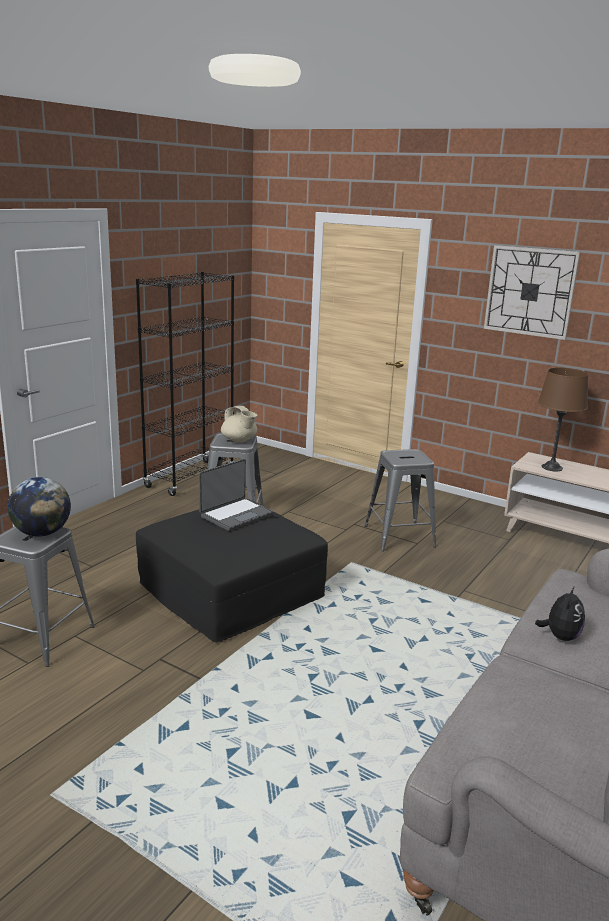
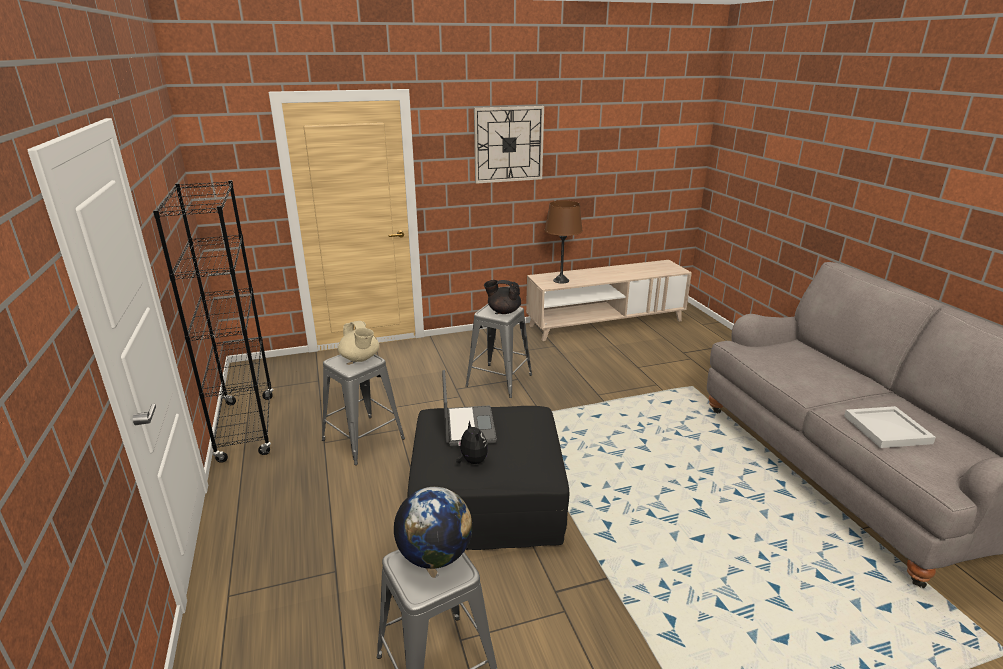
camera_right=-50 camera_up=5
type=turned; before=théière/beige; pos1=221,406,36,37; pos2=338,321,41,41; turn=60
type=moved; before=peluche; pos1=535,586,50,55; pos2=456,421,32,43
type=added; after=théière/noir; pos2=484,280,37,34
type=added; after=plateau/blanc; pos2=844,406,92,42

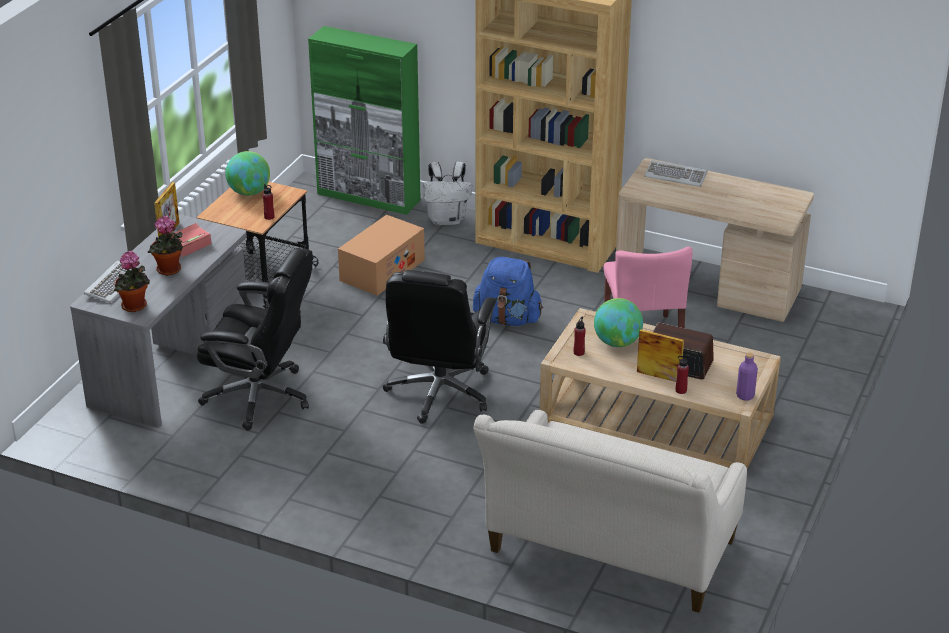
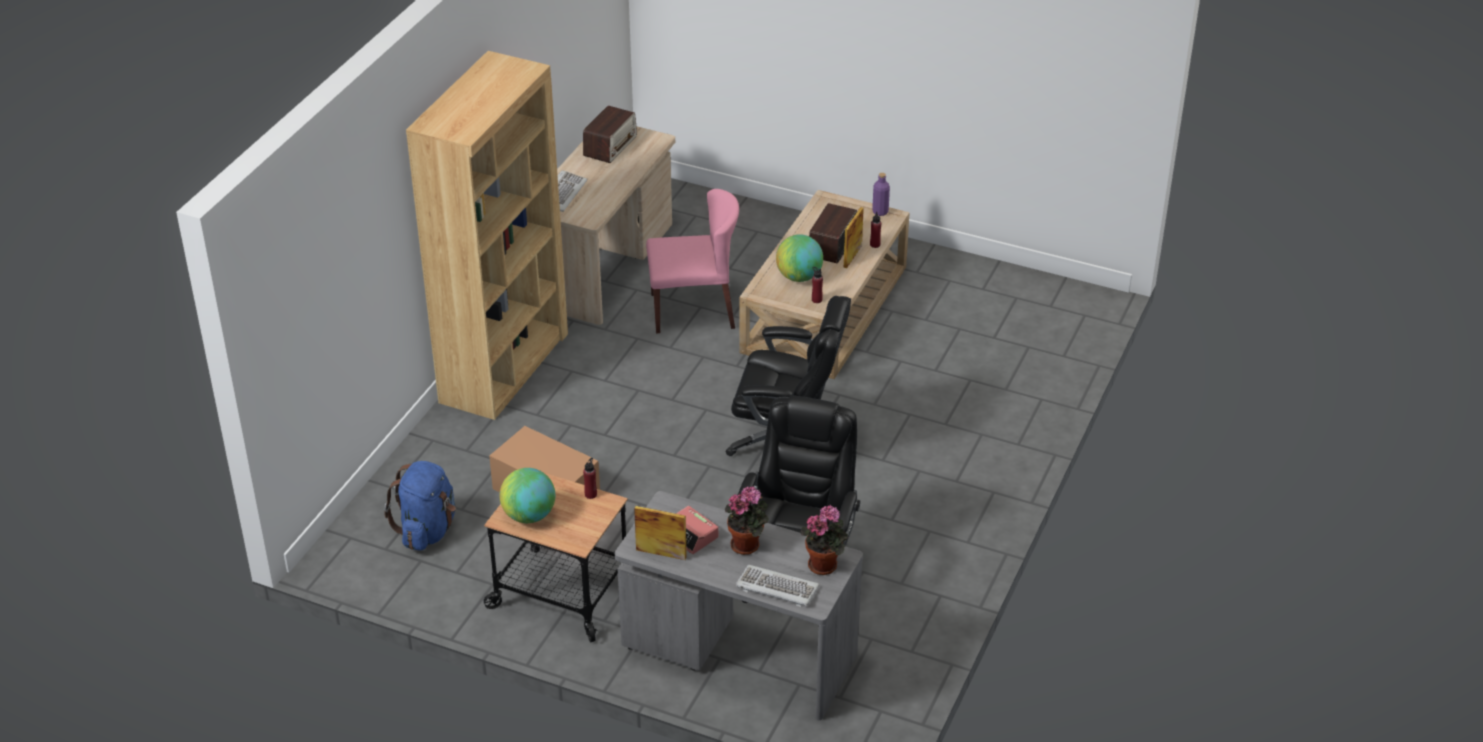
camera_right=-90 camera_up=5
type=moved; before=sac à dos/bleu; pos1=473,257,70,69; pos2=384,461,72,90
type=added; after=radio; pos2=583,106,54,57
type=removed; before=meuble de rangement/vert; pos1=308,26,113,189
type=removed; before=sac à dos/blanc; pos1=424,162,48,63
type=removed; before=canapé/beige; pos1=474,410,273,203

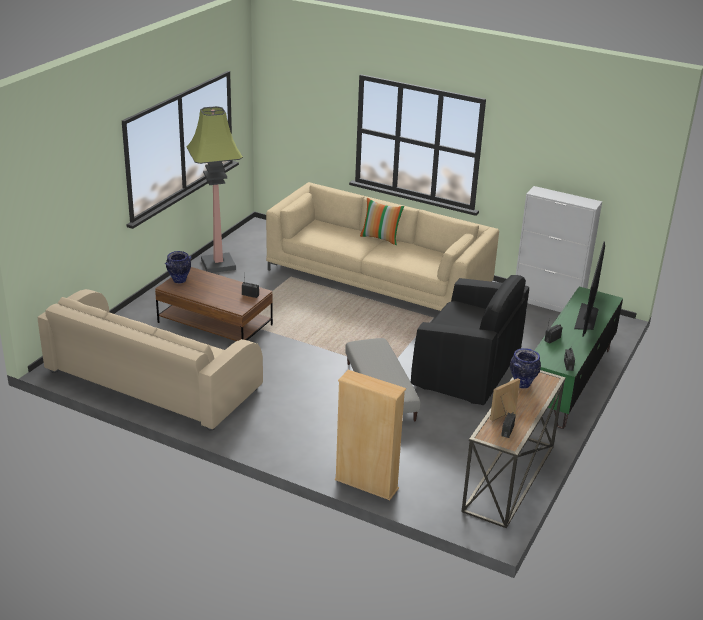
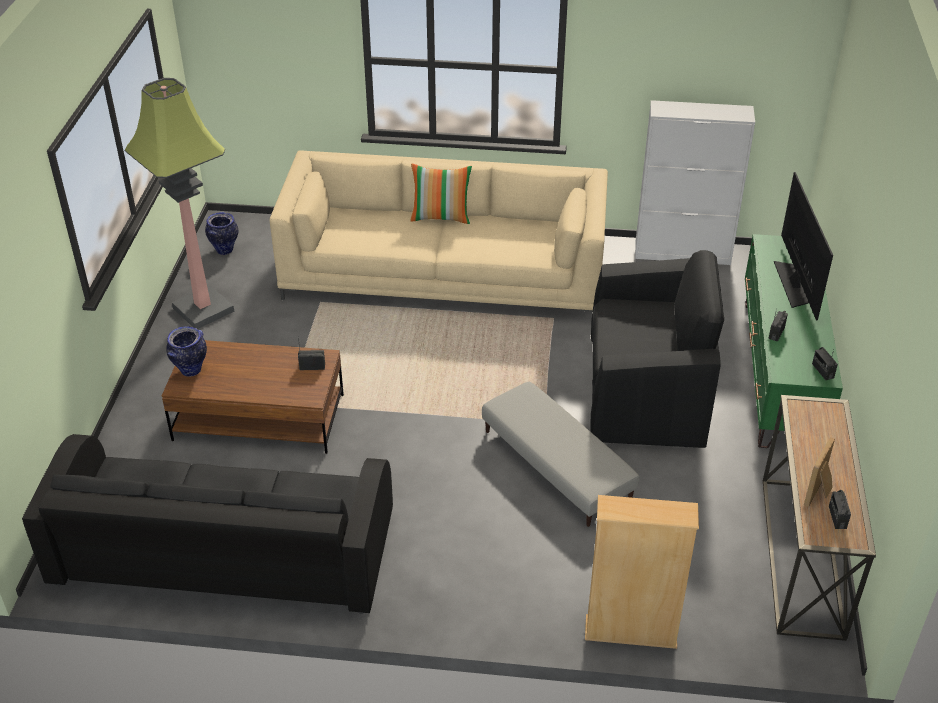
camera_right=-20 camera_up=10
type=recoloured; before=canapé/beige; after=canapé/noir; pos1=38,289,225,142; pos2=22,434,371,180
type=moved; before=vase; pos1=510,348,31,41; pos2=205,212,33,43

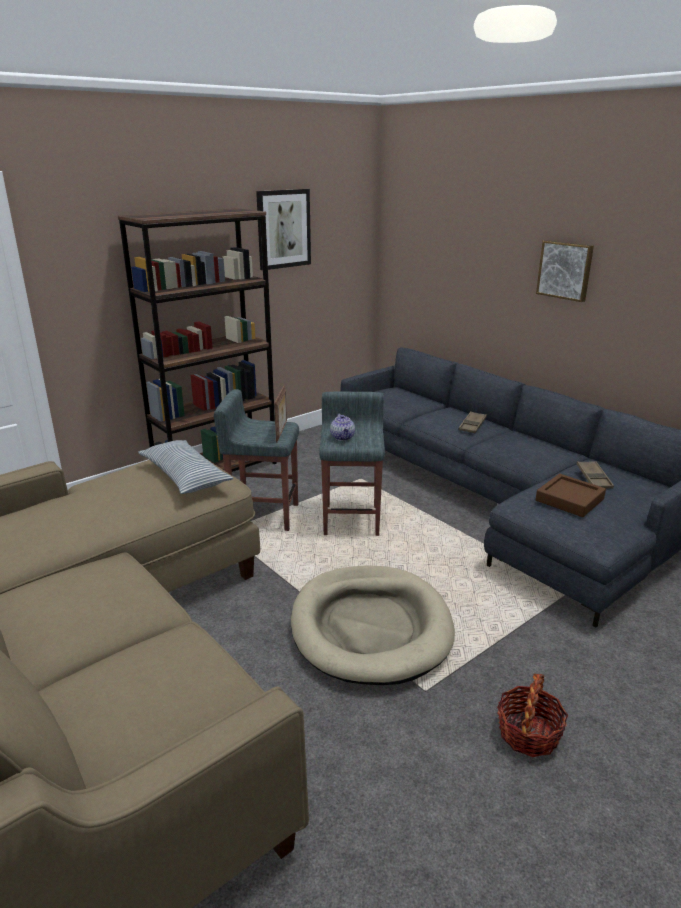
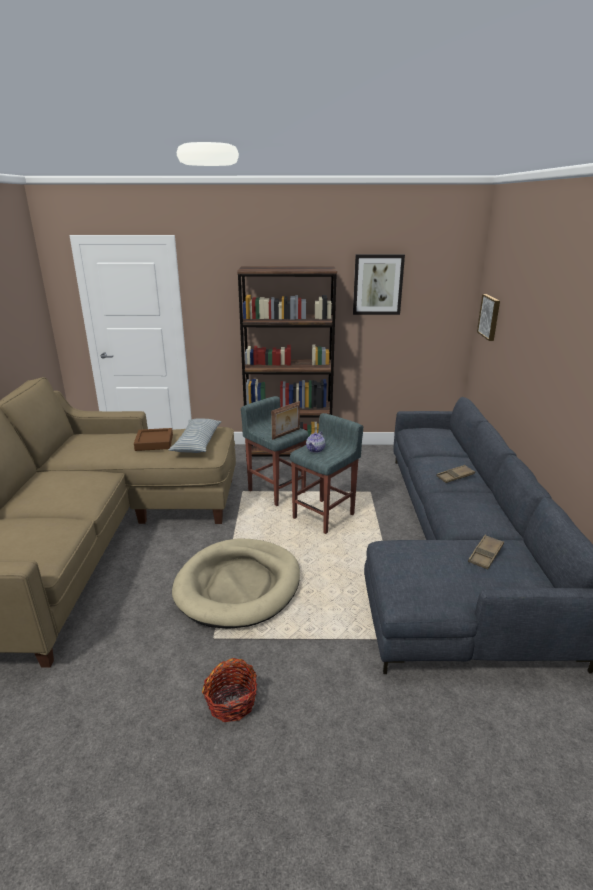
camera_right=40 camera_up=0
type=moved; before=plateau/marron; pos1=536,474,70,43; pos2=134,428,39,23
type=moved; before=tableau; pos1=536,240,58,62; pos2=477,294,23,47

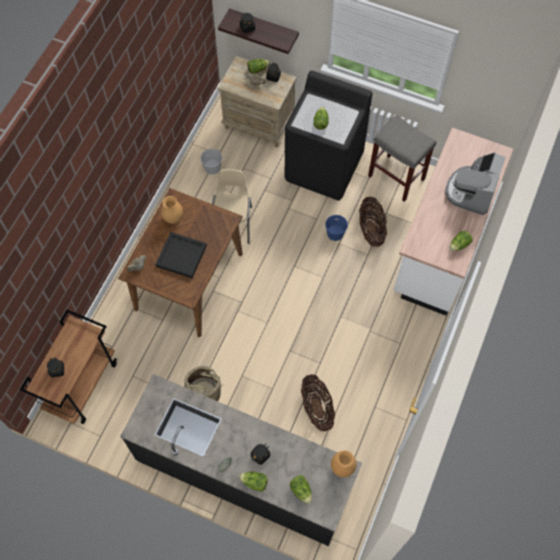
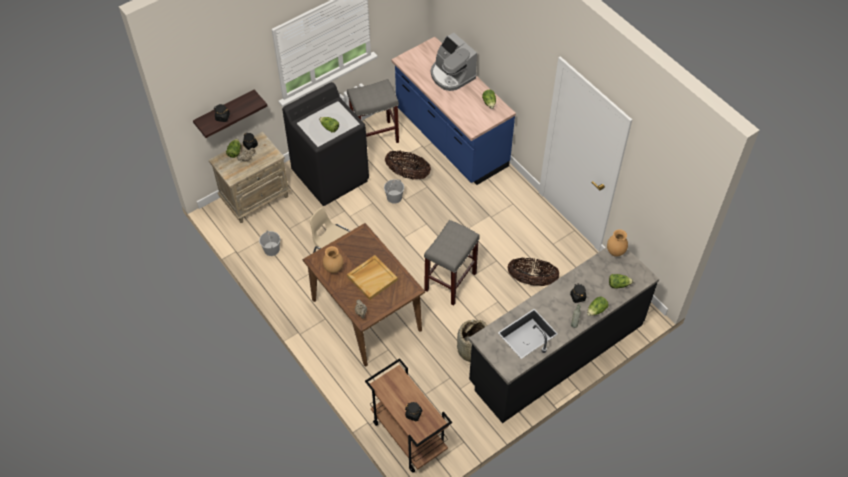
camera_right=-60 camera_up=-10
type=recoloured; before=plateau/noir; after=plateau/beige; pos1=155,232,52,46; pos2=347,255,51,45
type=recoloured; before=seau/bleu; after=seau/blanc; pos1=325,215,23,26; pos2=384,179,20,25
type=recoloured; before=comptoir de cuisine/blanc; after=comptoir de cuisine/bleu; pos1=394,128,119,188; pos2=392,37,124,148
type=added; after=tabouret/gris; pos2=424,220,56,86

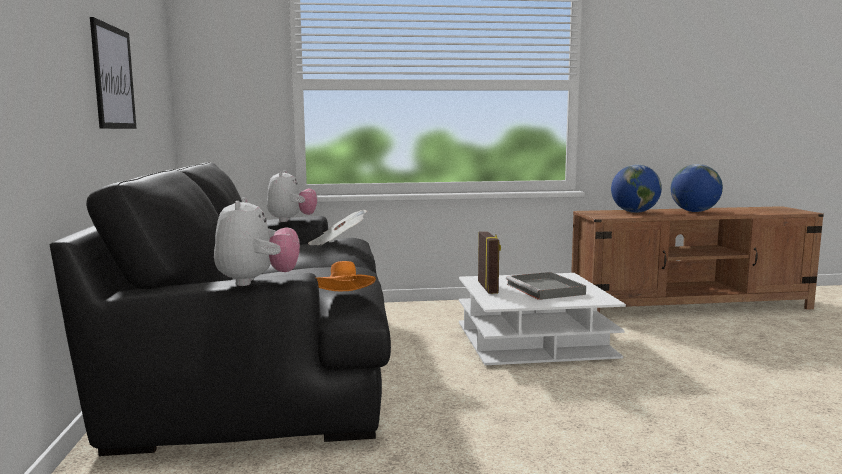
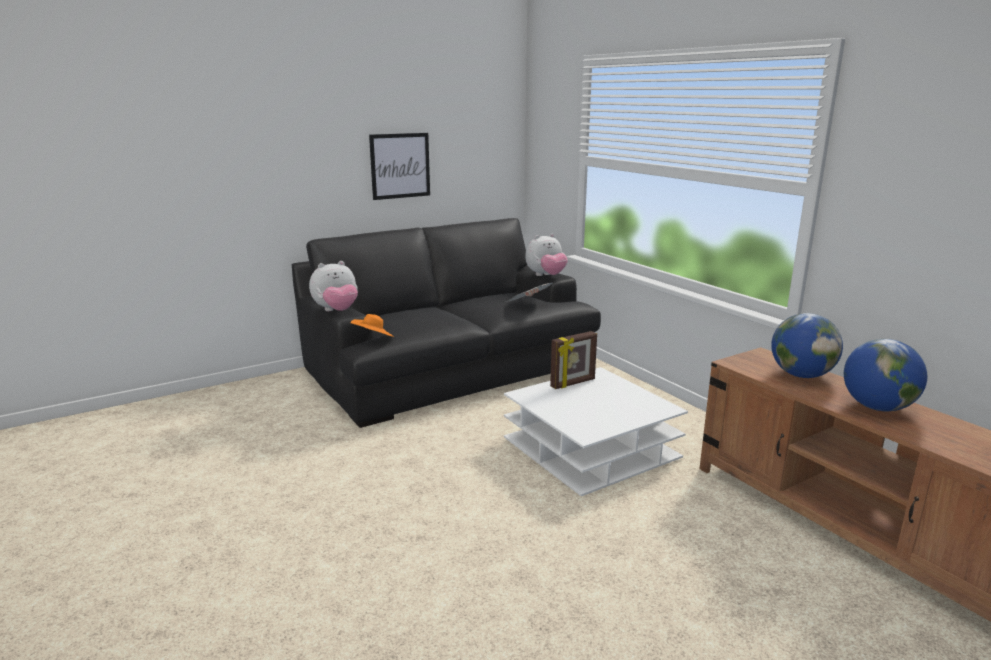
camera_right=65 camera_up=10
type=removed; before=plateau/gris; pos1=506,272,80,28

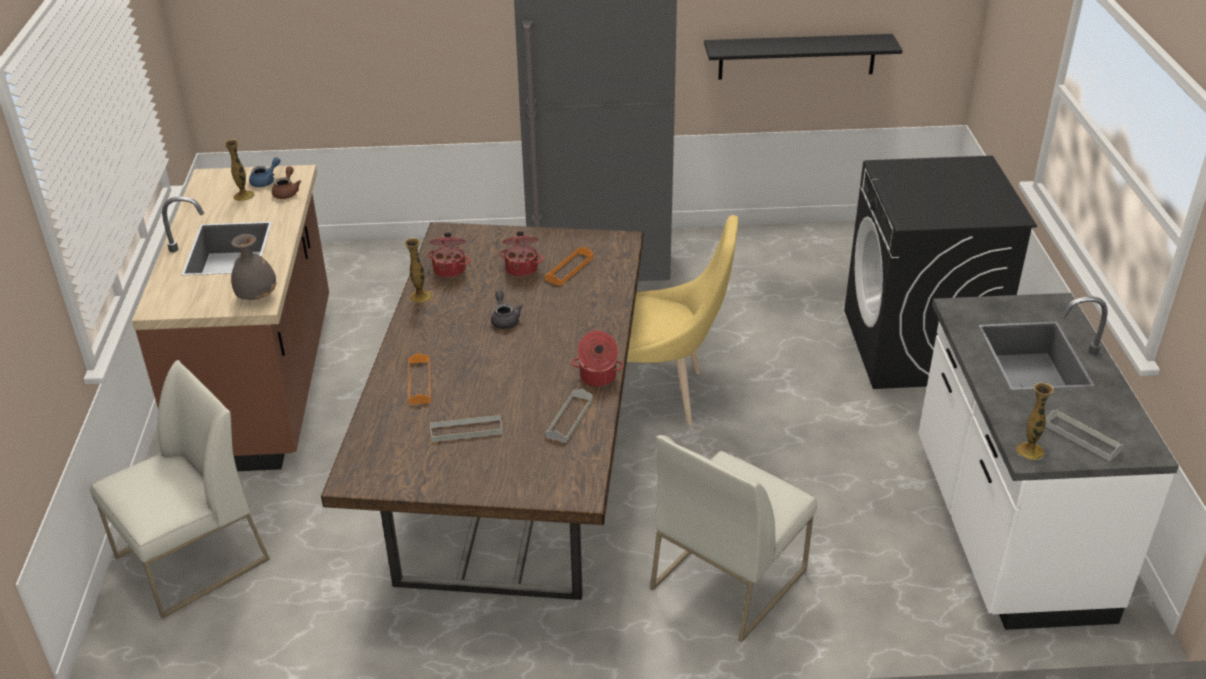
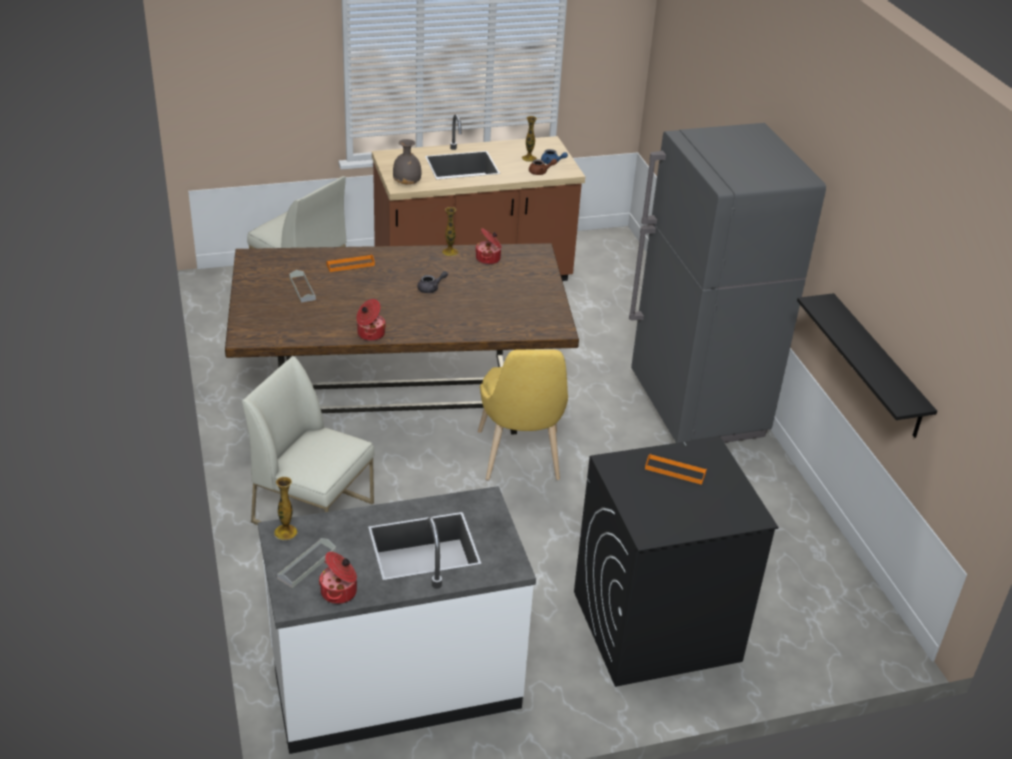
camera_right=75 camera_up=0
type=moved; before=marmite; pos1=499,231,44,46; pos2=318,552,39,52
type=moved; before=plateau/orange; pos1=545,247,48,39; pos2=645,454,62,31
type=removed; before=plateau/gris; pos1=546,389,47,54

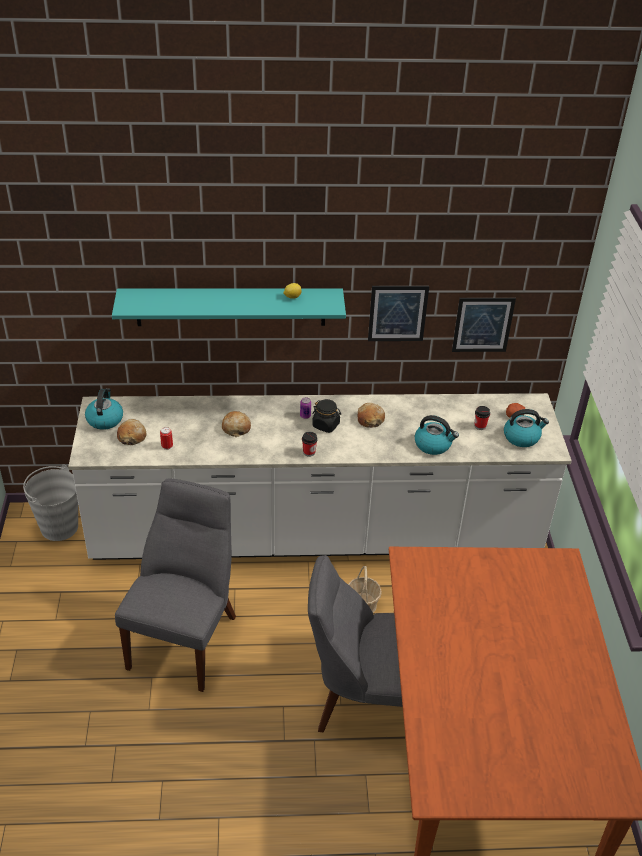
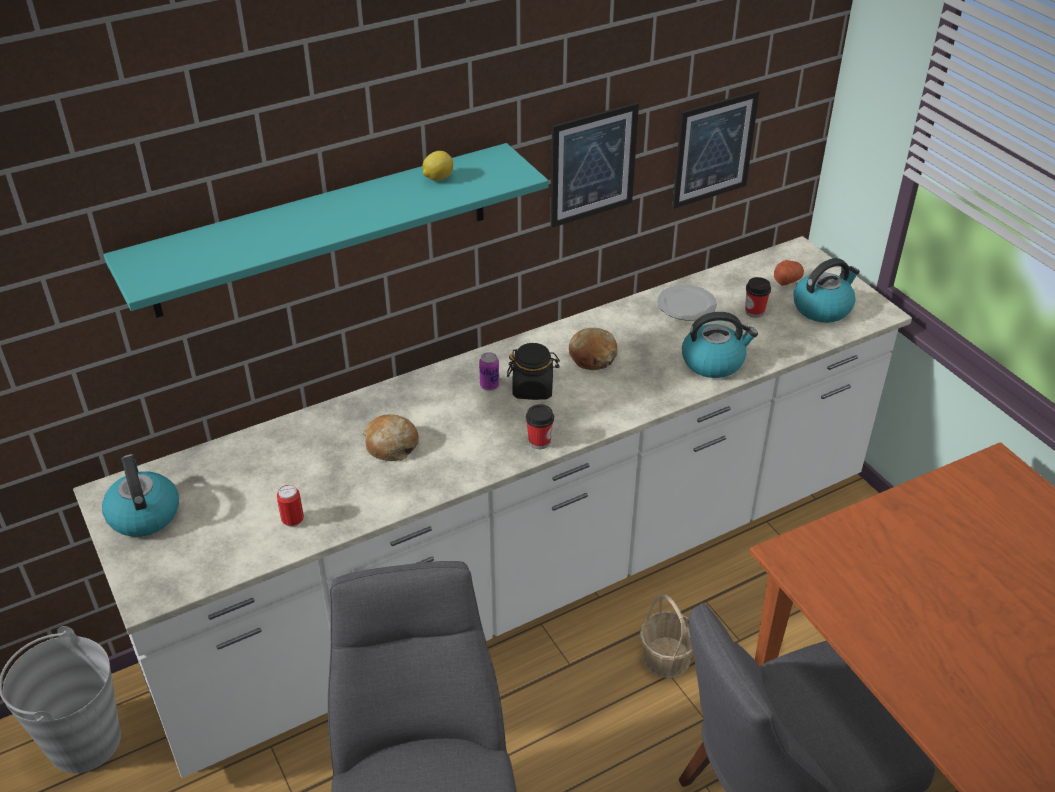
camera_right=-25 camera_up=0
type=added; after=assiette; pos2=657,285,60,35
type=removed; before=pain; pos1=117,419,29,26

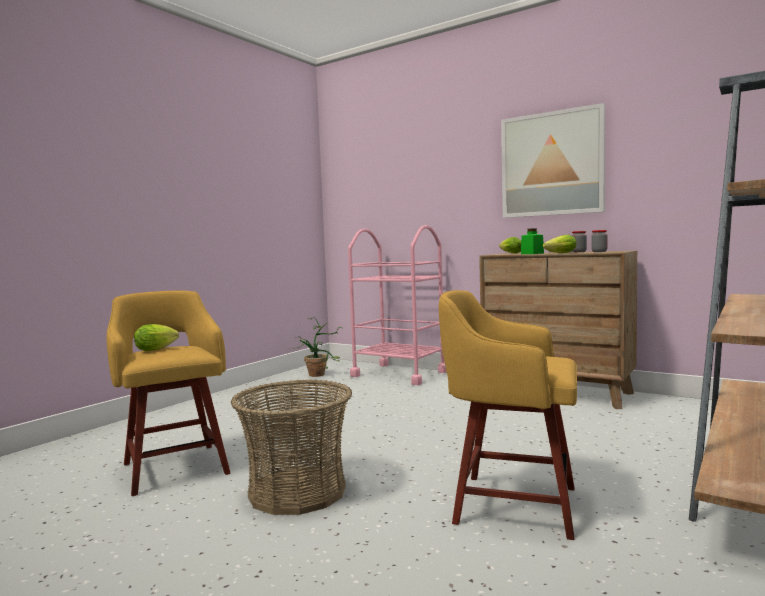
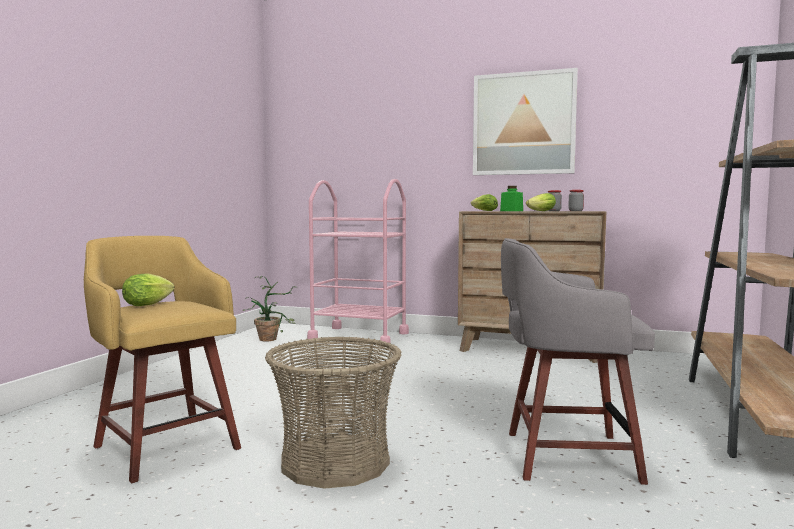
camera_right=-15 camera_up=0
type=recoloured; before=tabouret/jaune; after=tabouret/gris; pos1=439,290,138,250; pos2=501,238,154,247

